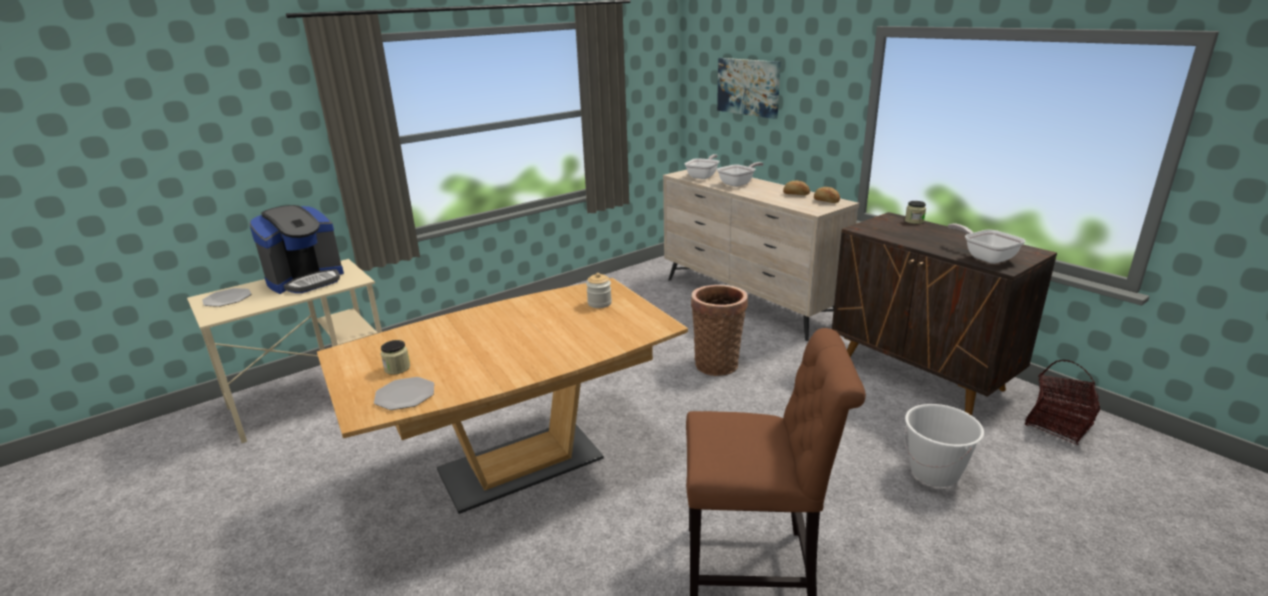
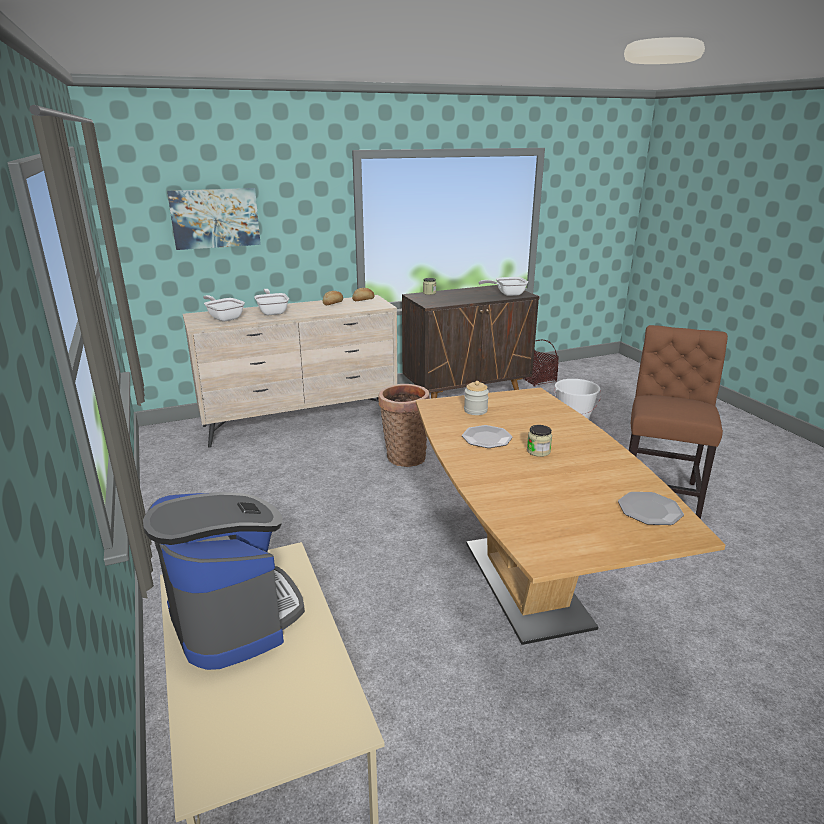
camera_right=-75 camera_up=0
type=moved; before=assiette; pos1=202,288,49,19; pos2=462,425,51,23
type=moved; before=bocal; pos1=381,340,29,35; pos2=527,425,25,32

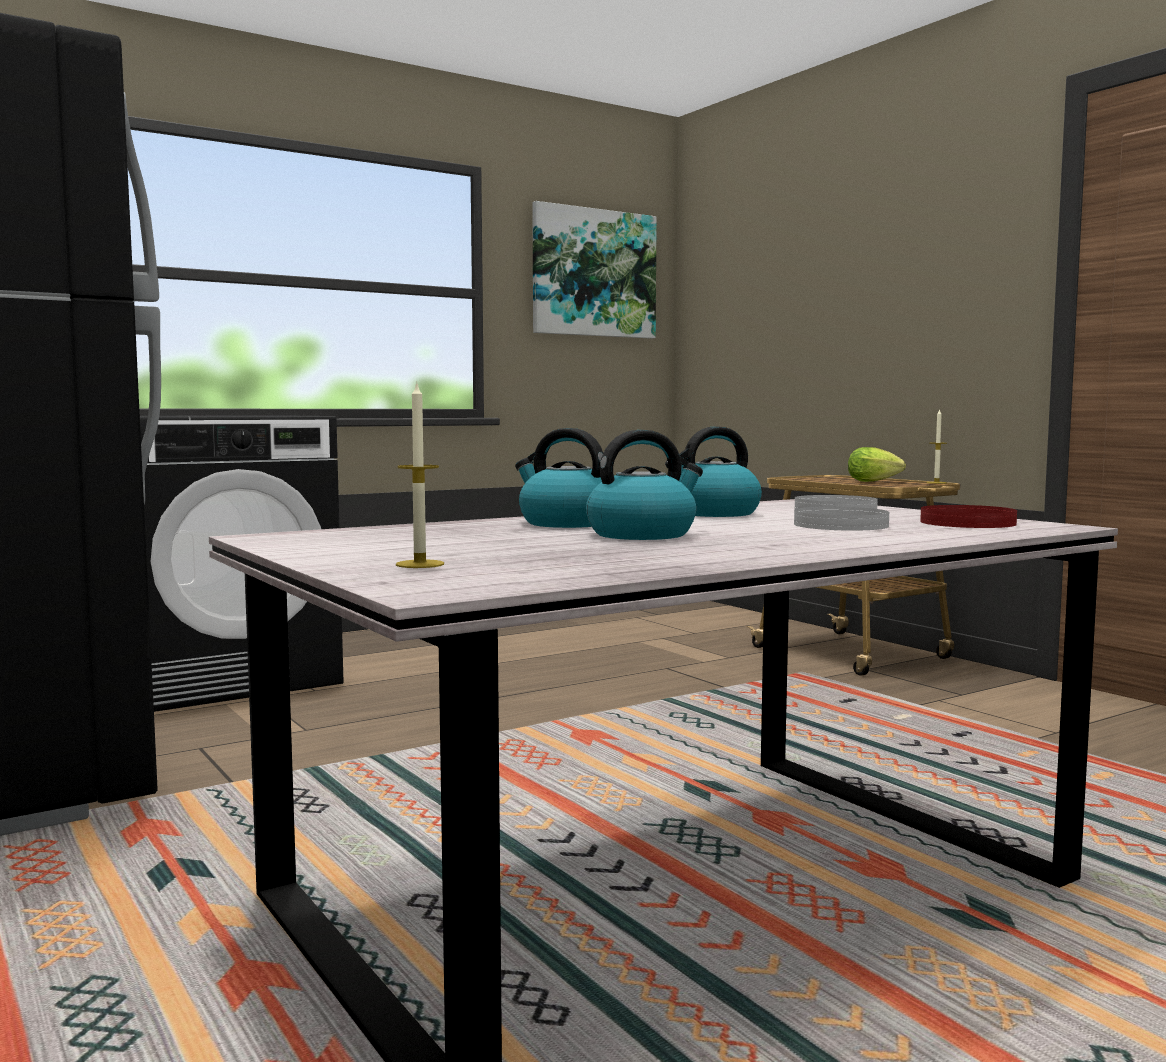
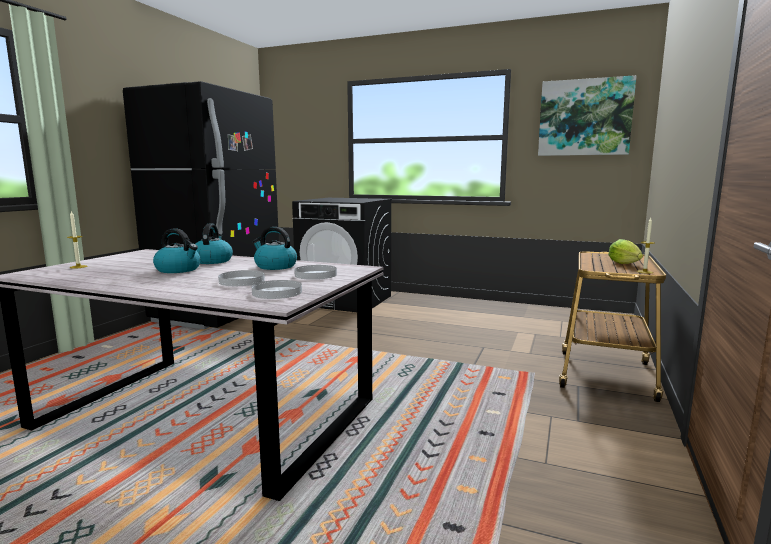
camera_right=55 camera_up=5
type=recoloured; before=assiette/rouge; after=assiette/blanc; pos1=920,505,97,23; pos2=252,280,50,19

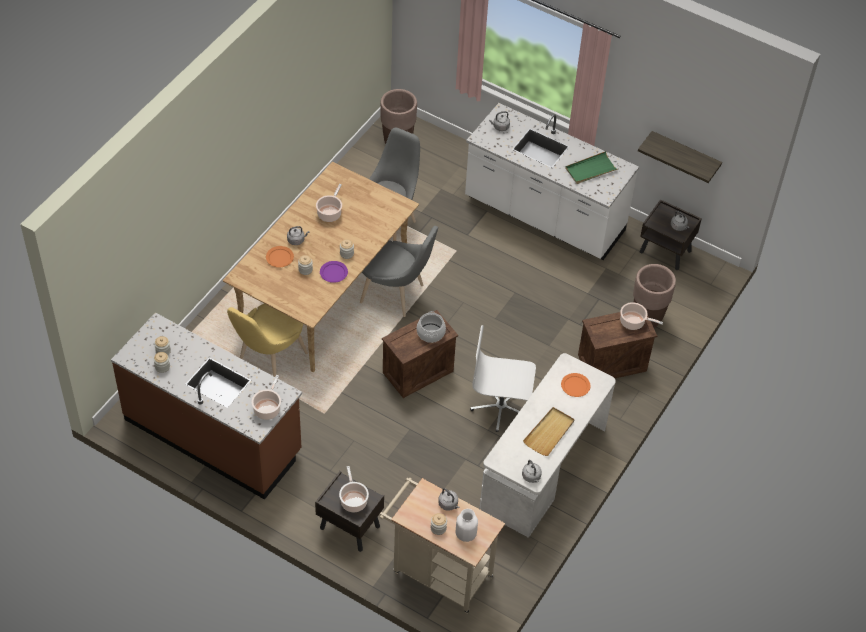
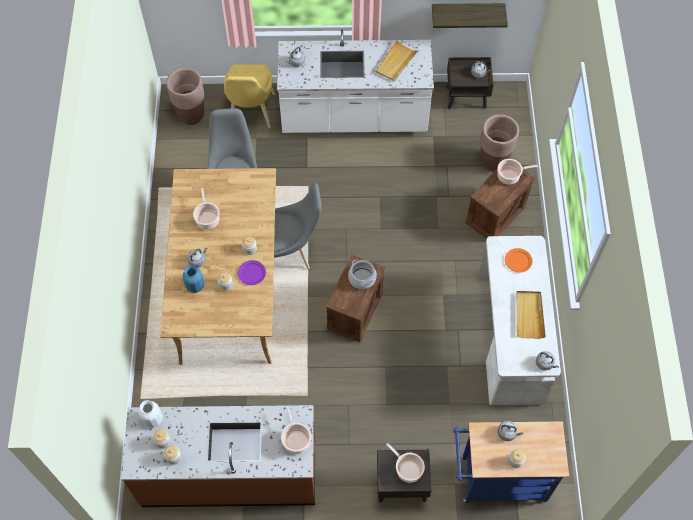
camera_right=-30 camera_up=10
type=moved; before=vase/blanc; pos1=456,509,22,33; pos2=138,400,25,28
type=replaced; before=assiette/orange; after=vase/bleu; pos1=266,246,28,21; pos2=183,265,21,28
type=moved; before=chaise/jaune; pos1=227,304,81,73; pos2=224,64,51,64
type=recoloured; before=plateau/vert; after=plateau/beige; pos1=565,151,53,33; pos2=376,40,42,41
type=recoloured; before=chariot/beige; after=chariot/bleu; pos1=379,478,126,136; pos2=453,421,116,82
type=removed; before=chaise de bureau/blanc; pos1=470,325,66,107

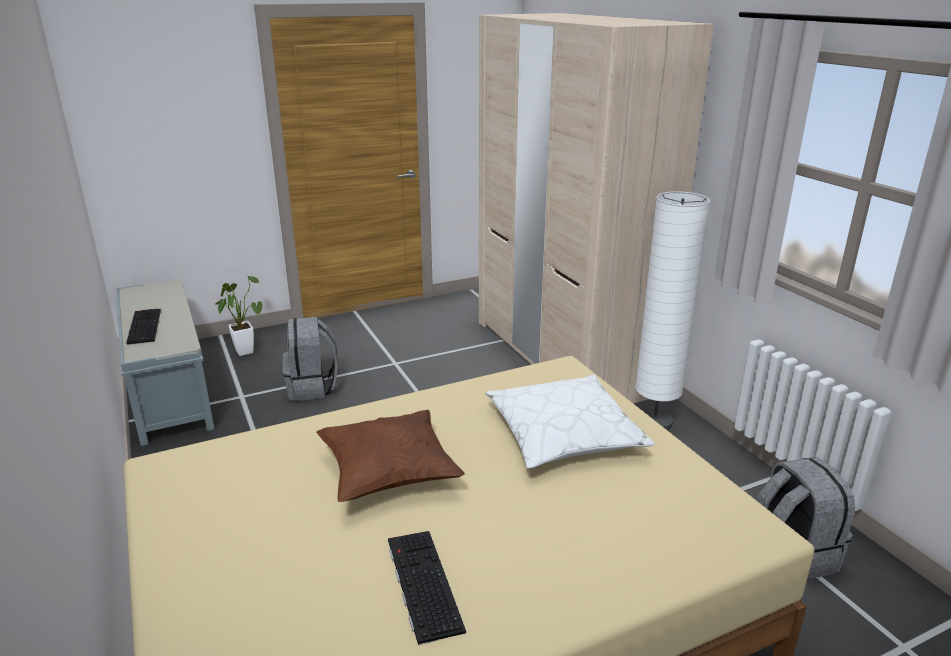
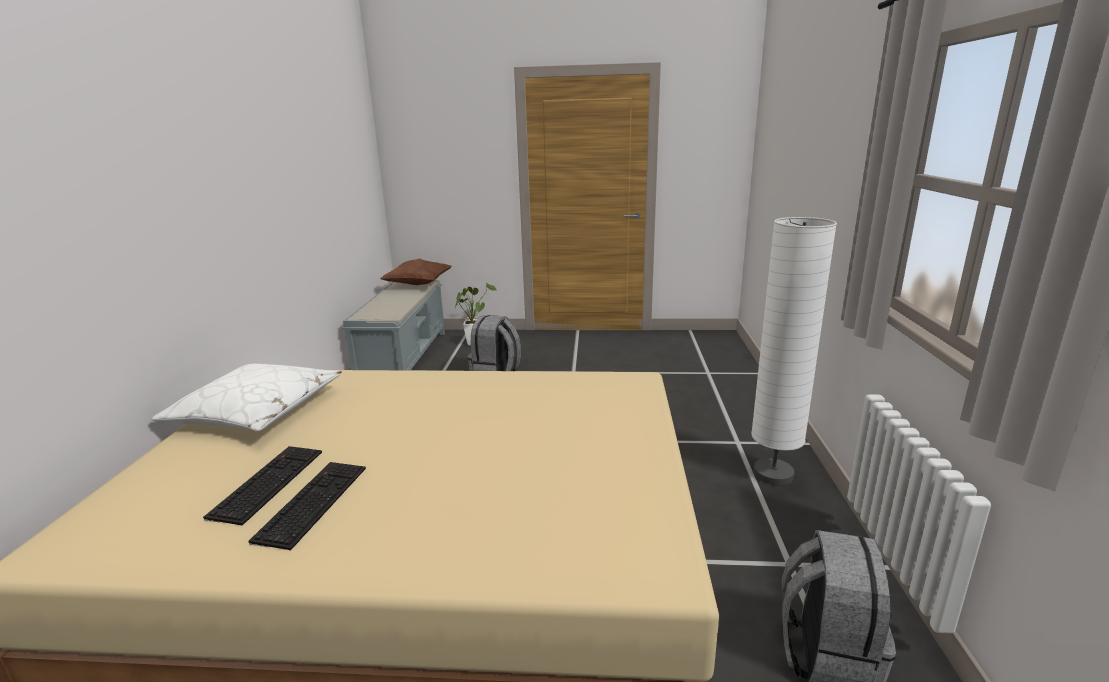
camera_right=30 camera_up=-5
type=moved; before=coussin/blanc; pos1=485,375,170,94; pos2=151,364,191,67
type=moved; before=clavier; pos1=126,309,35,36; pos2=203,446,119,79
type=moved; before=coussin/marron; pos1=316,410,149,92; pos2=380,258,72,27
type=removed; before=armoire/beige; pos1=479,13,235,390

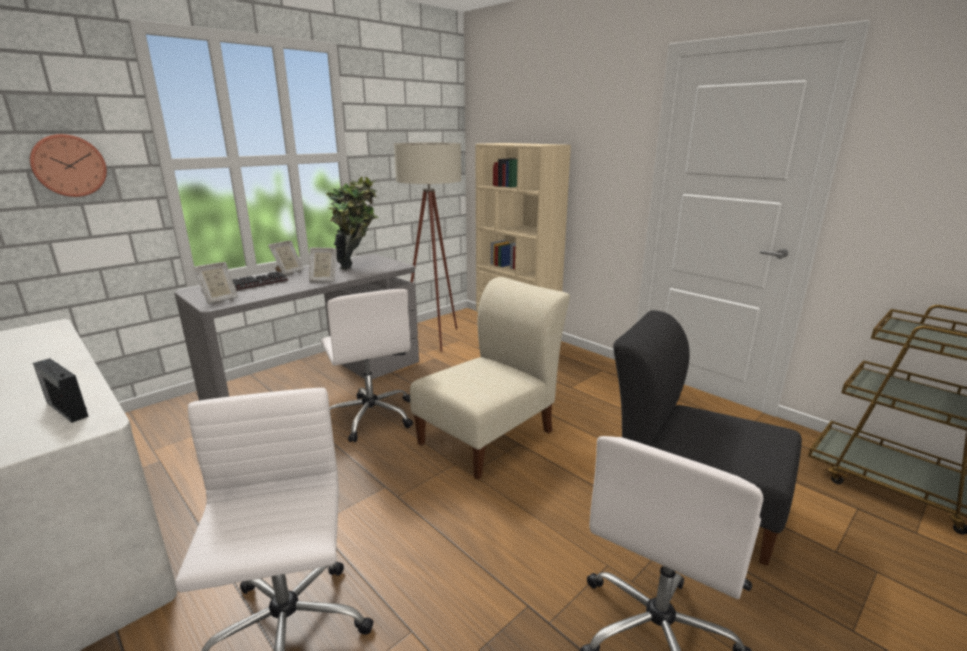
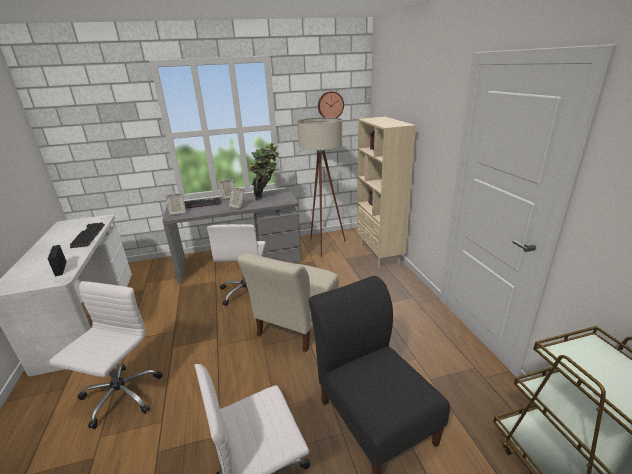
camera_right=30 camera_up=5
type=added; after=clavier; pos2=70,222,35,26
type=turned; before=chaise/beige; pos1=410,277,160,202; pos2=237,253,102,99; turn=135
type=moved; before=horloge murale; pos1=30,134,77,63; pos2=318,91,26,27

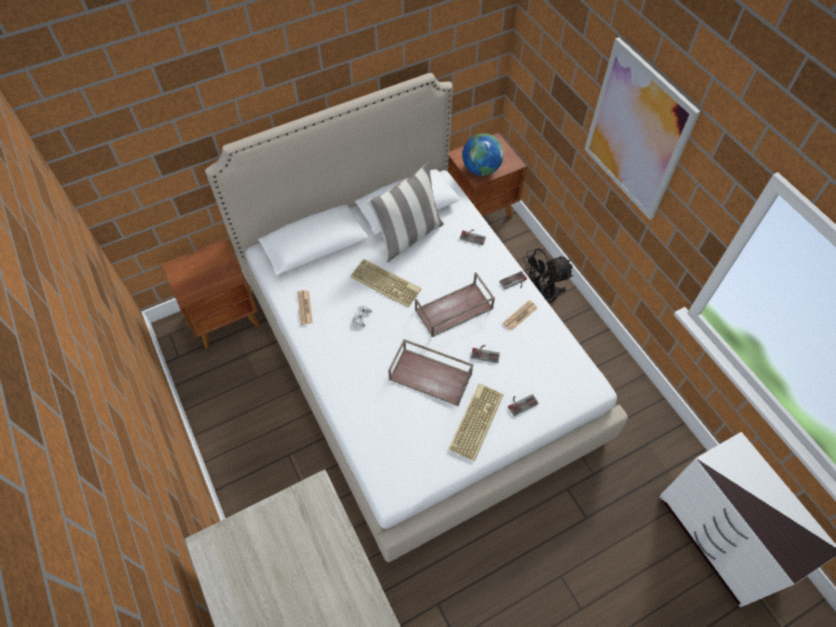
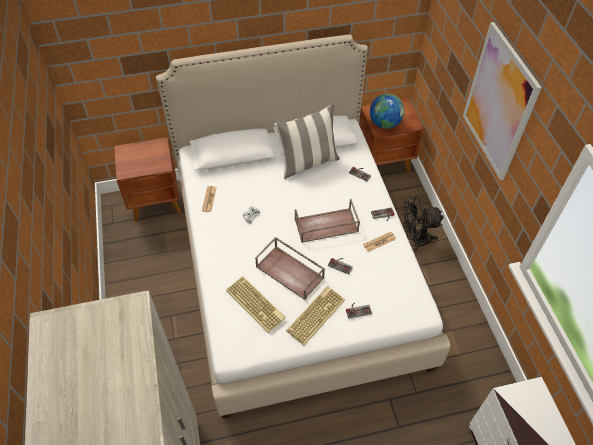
camera_right=15 camera_up=-5
type=moved; before=clavier; pos1=351,259,70,49; pos2=226,276,60,57

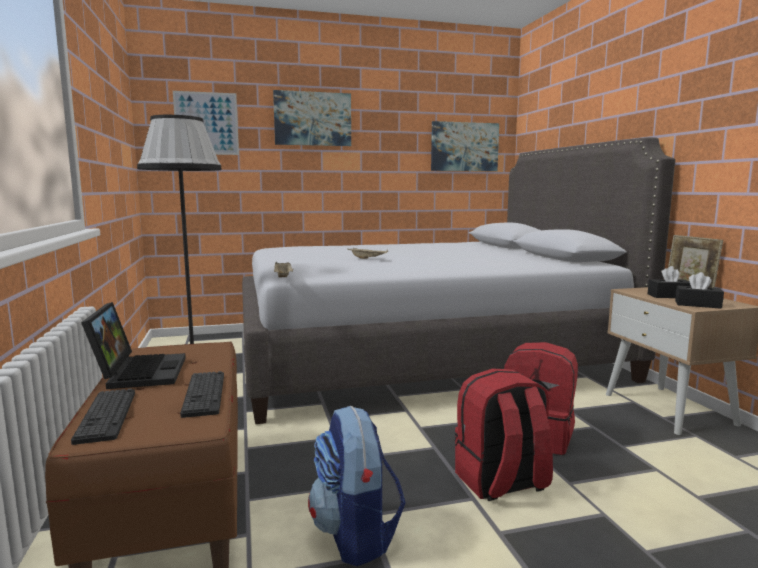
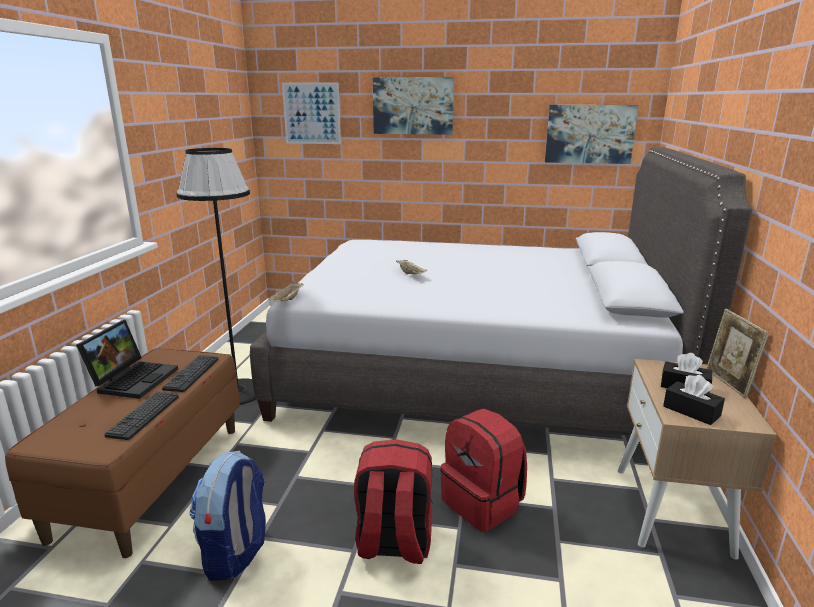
camera_right=25 camera_up=10
type=moved; before=clavier; pos1=71,389,64,56; pos2=162,355,57,37

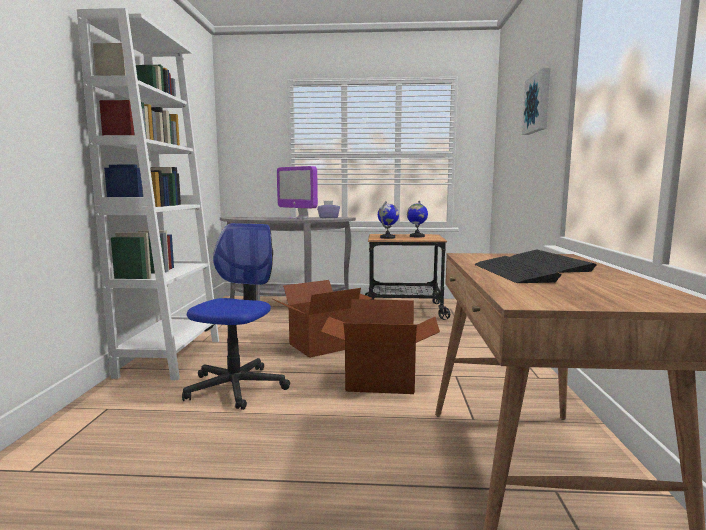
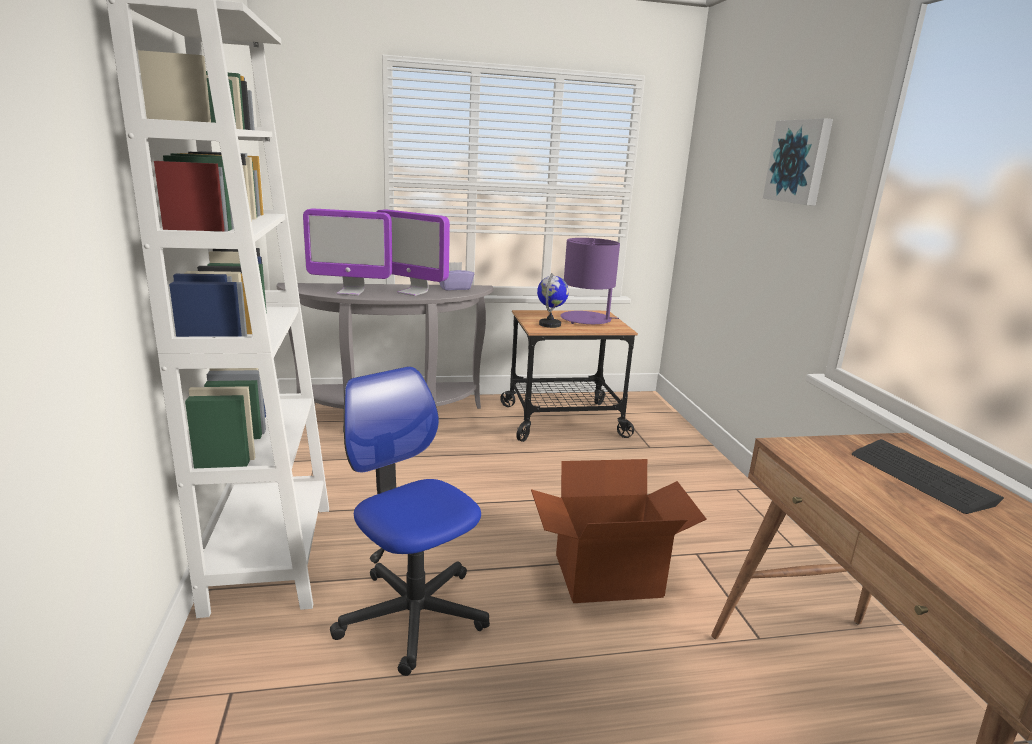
camera_right=-15 camera_up=10
type=added; after=écran d'ordinateur; pos2=303,209,89,87
type=turned; before=chaise de bureau; pos1=182,223,108,187; pos2=330,366,160,310; turn=-45
type=replaced; before=globe; after=lampe de table/violet; pos1=407,201,21,36; pos2=560,238,60,86
type=removed; before=carton; pos1=273,280,99,78
type=removed; before=clavier; pos1=475,256,86,27

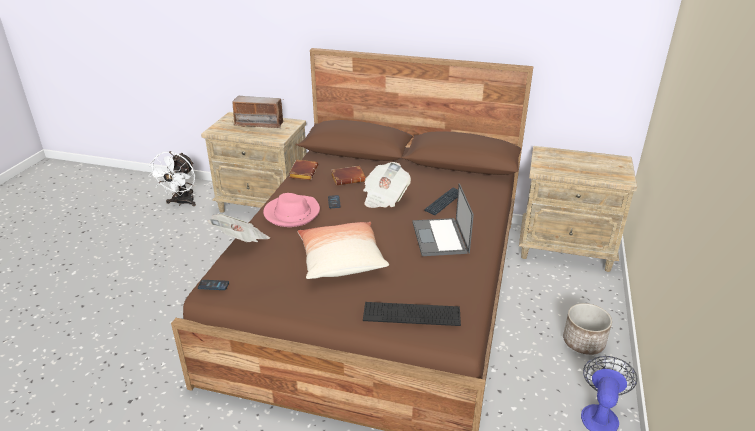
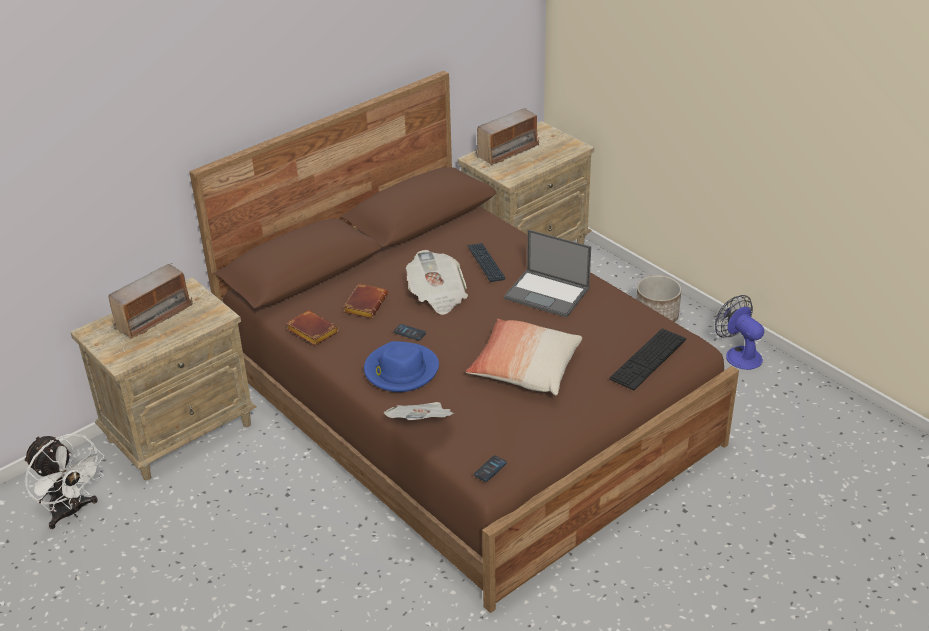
camera_right=-55 camera_up=5
type=recoloured; before=chapeau/rose; after=chapeau/bleu; pos1=263,193,57,34; pos2=364,341,75,51
type=added; after=radio; pos2=475,108,64,57

